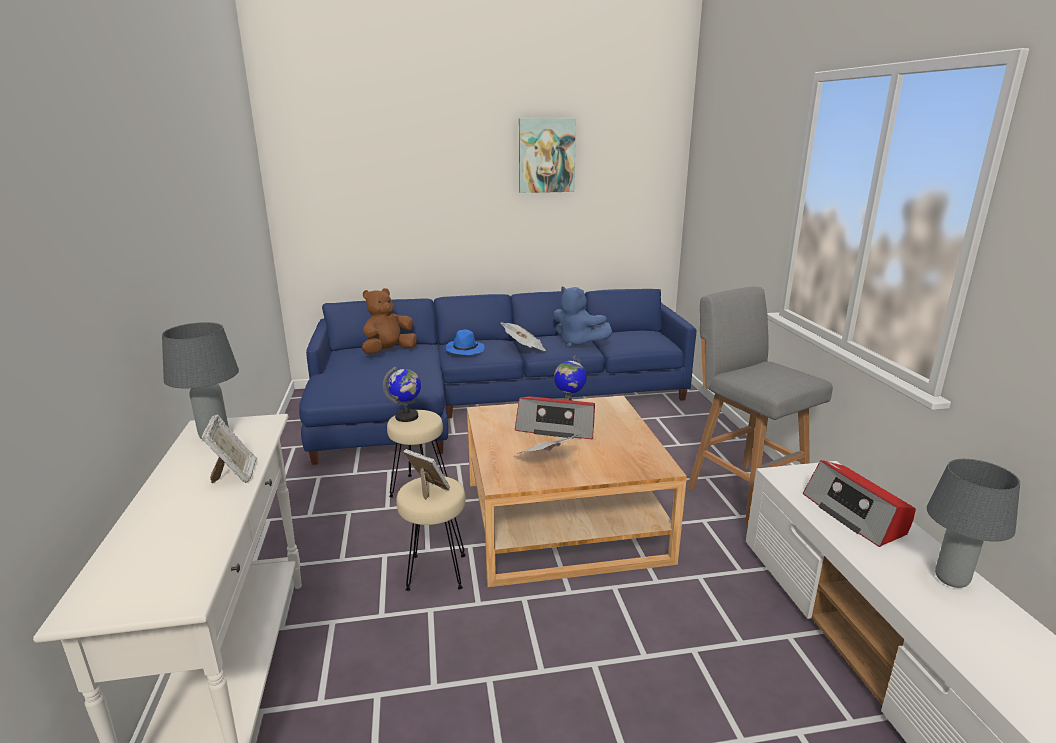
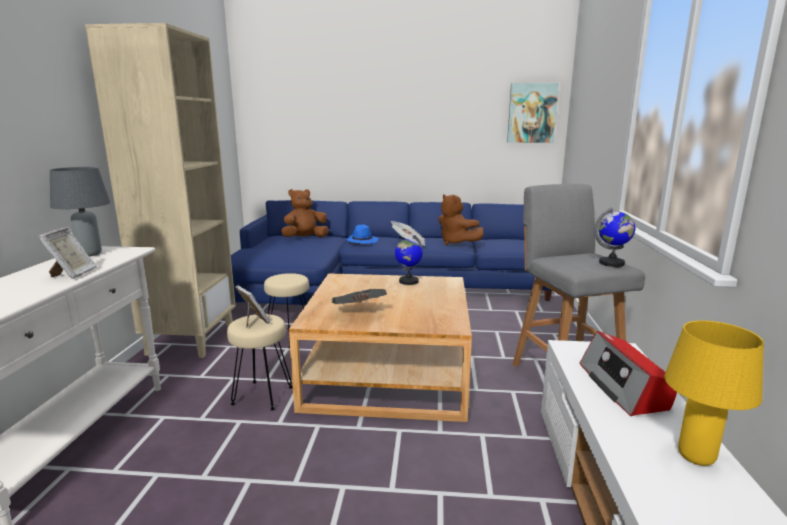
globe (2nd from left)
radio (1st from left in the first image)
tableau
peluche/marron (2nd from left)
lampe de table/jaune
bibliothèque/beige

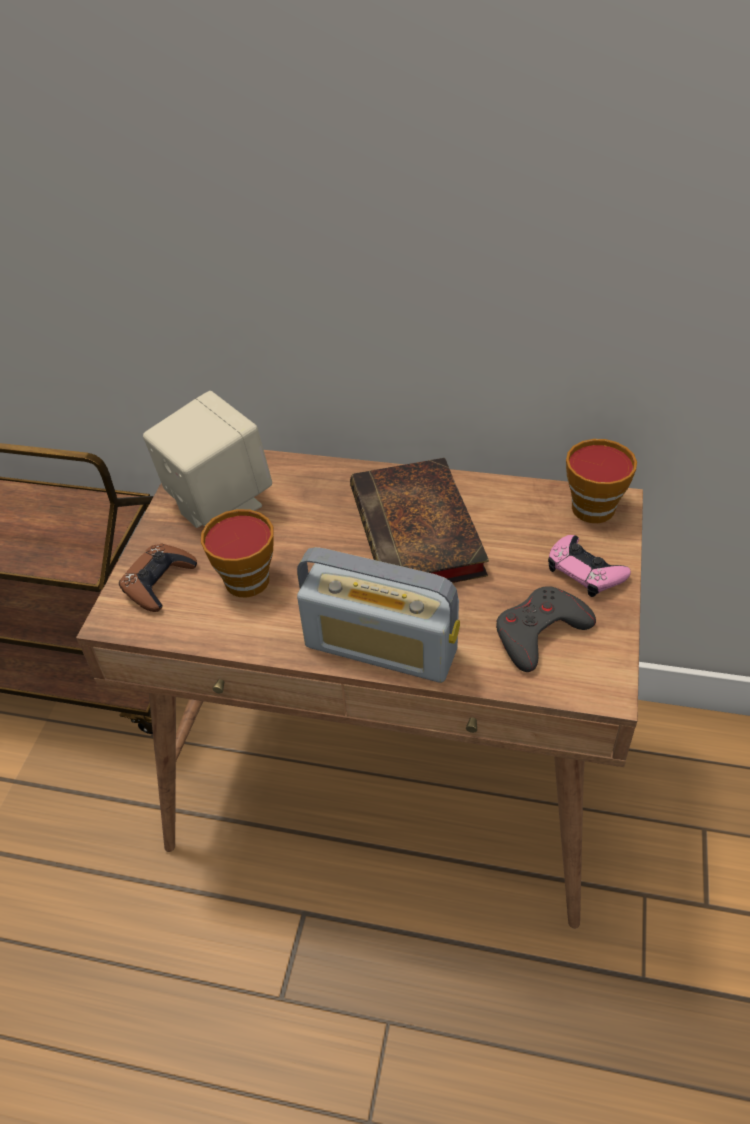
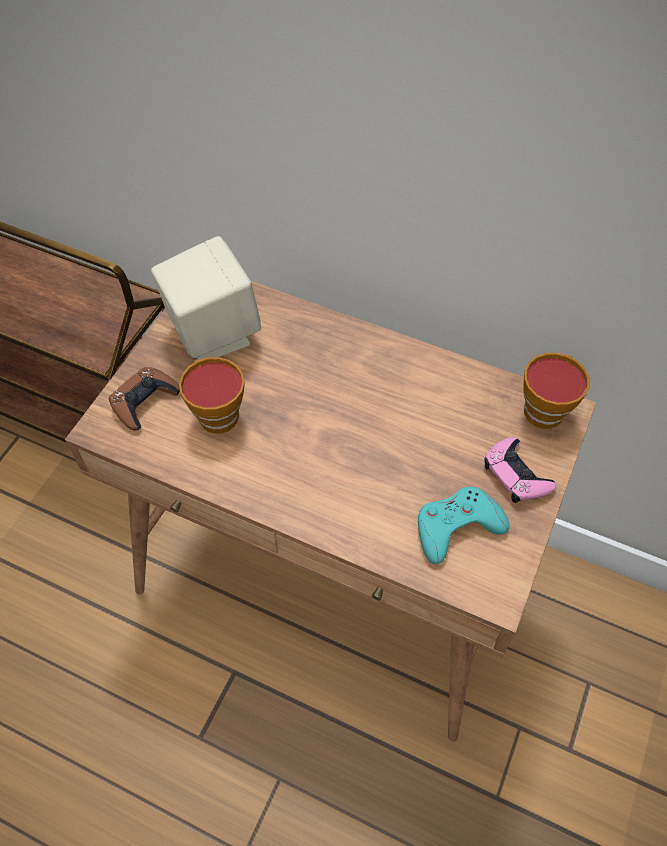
radio
livre
manette/turquoise

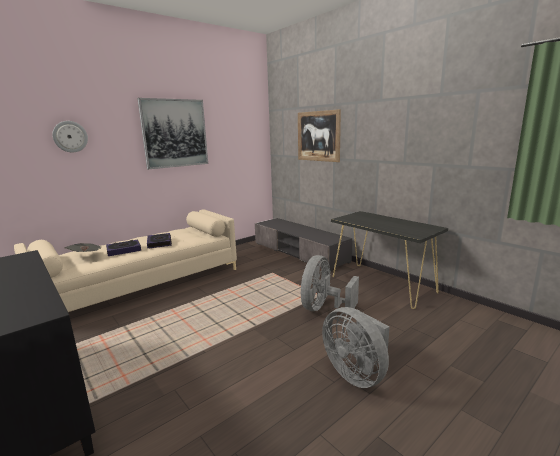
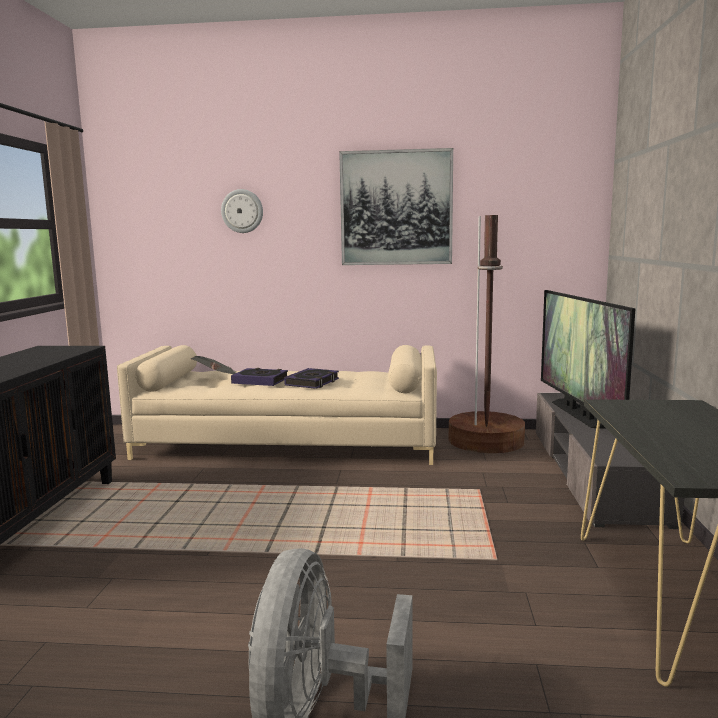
tableau (2nd from left in the first image)
ventilateur/gris (1st from left in the first image)
lampadaire/marron
téléviseur

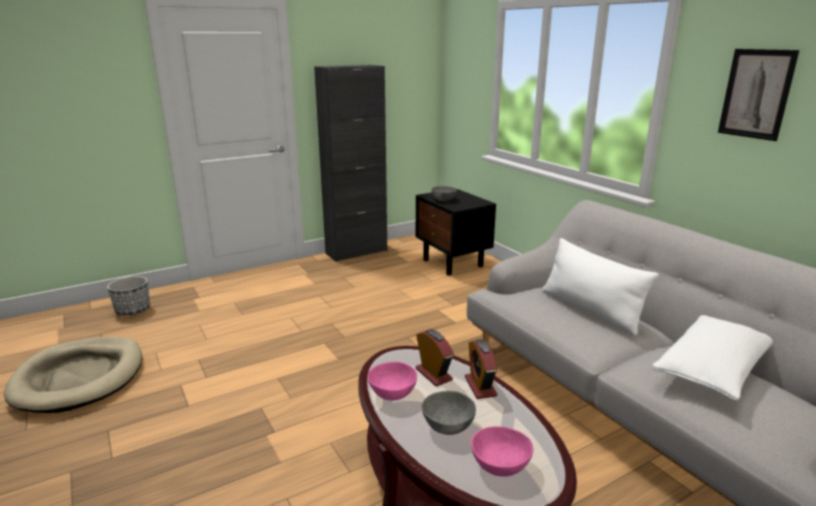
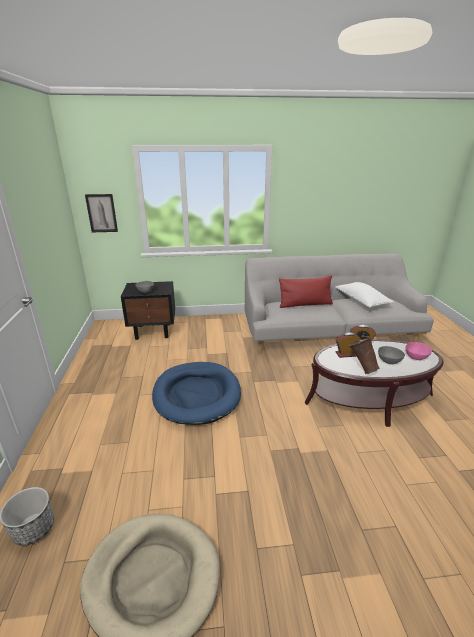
meuble de rangement/noir
vase/marron
coussin/rouge
tableau
panier pour chien/bleu

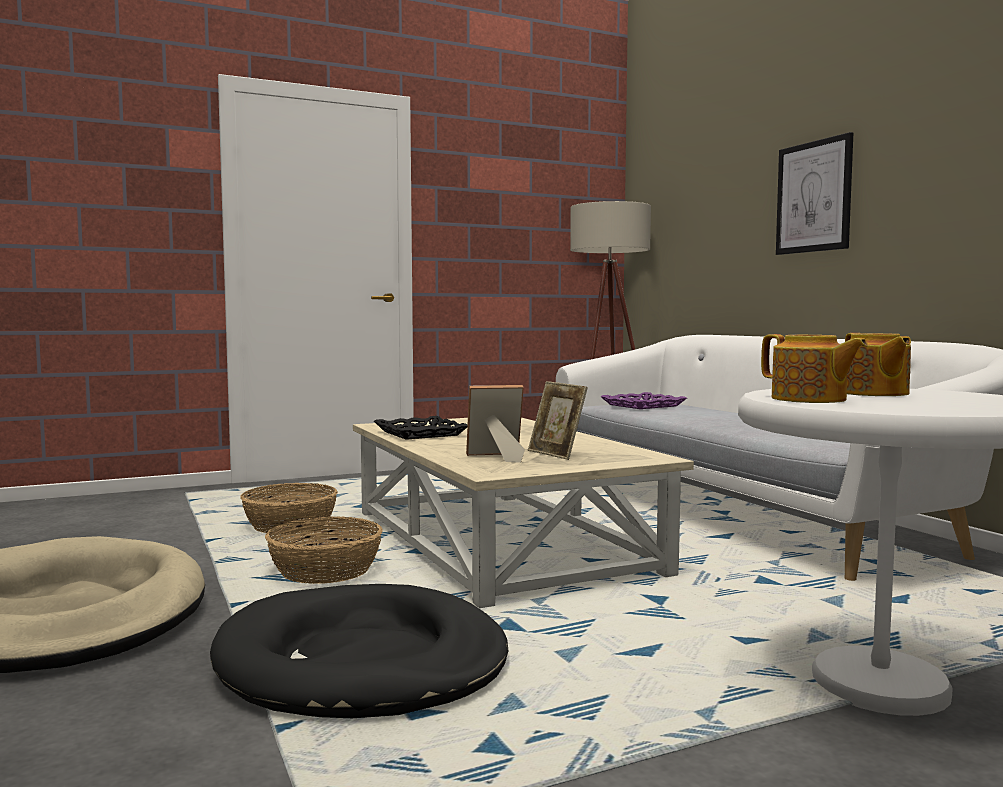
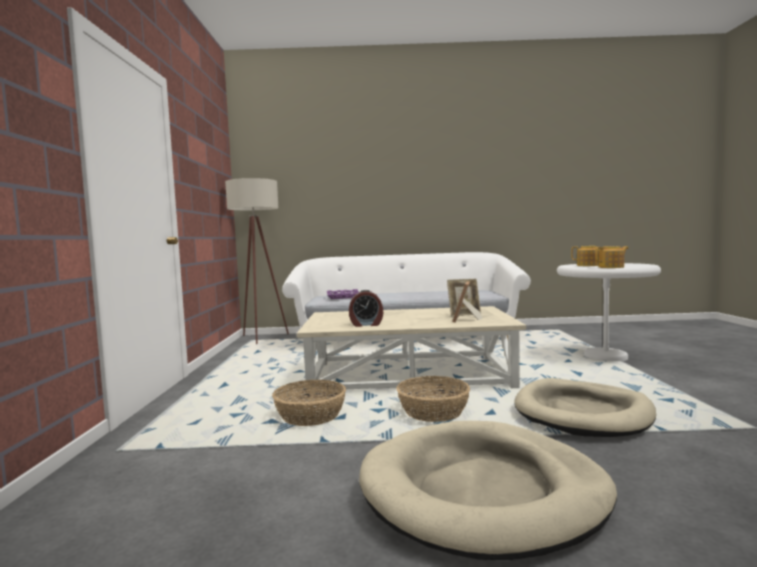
panier pour chien/beige (2nd from left)
réveil
tableau

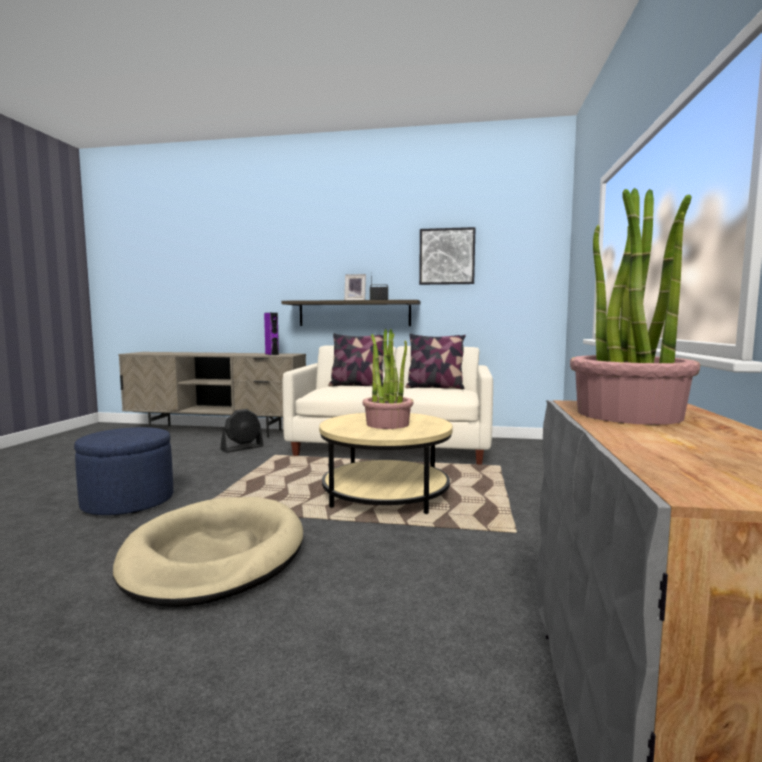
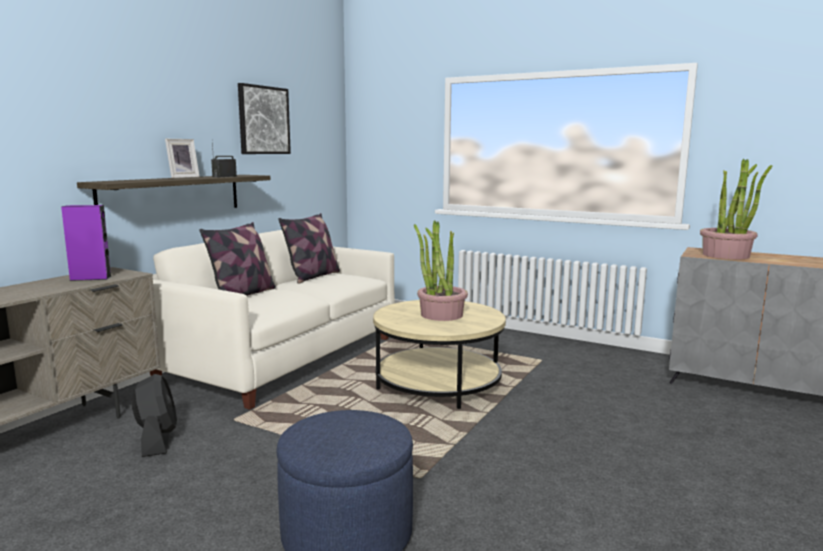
panier pour chien/beige

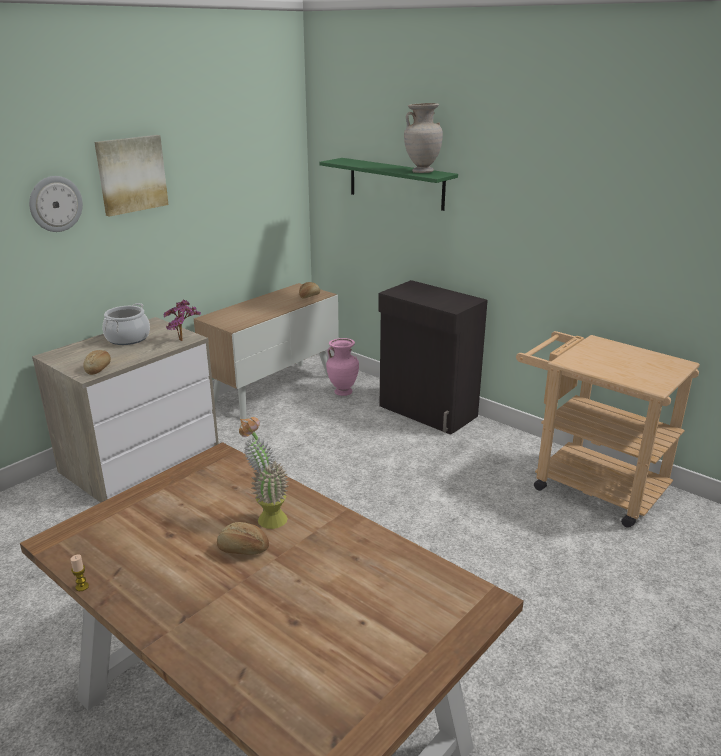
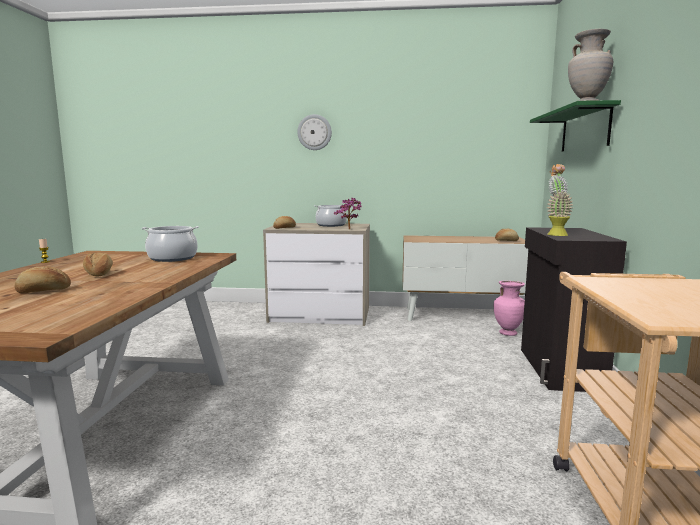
tableau
plante en pot (2nd from left)
pain (1st from left)
marmite (1st from left)

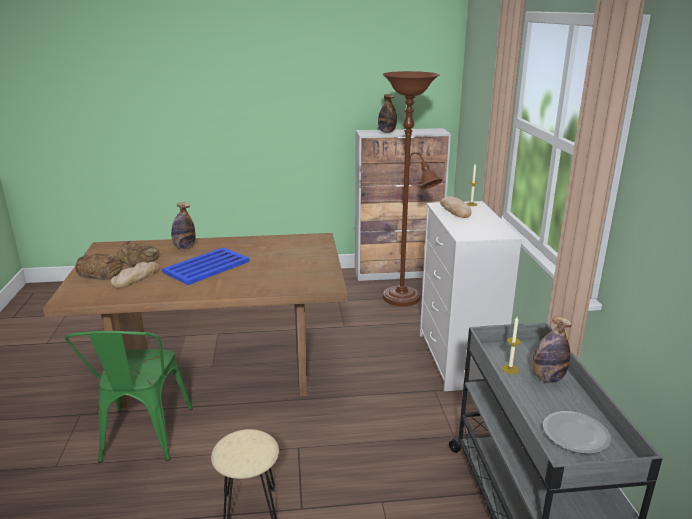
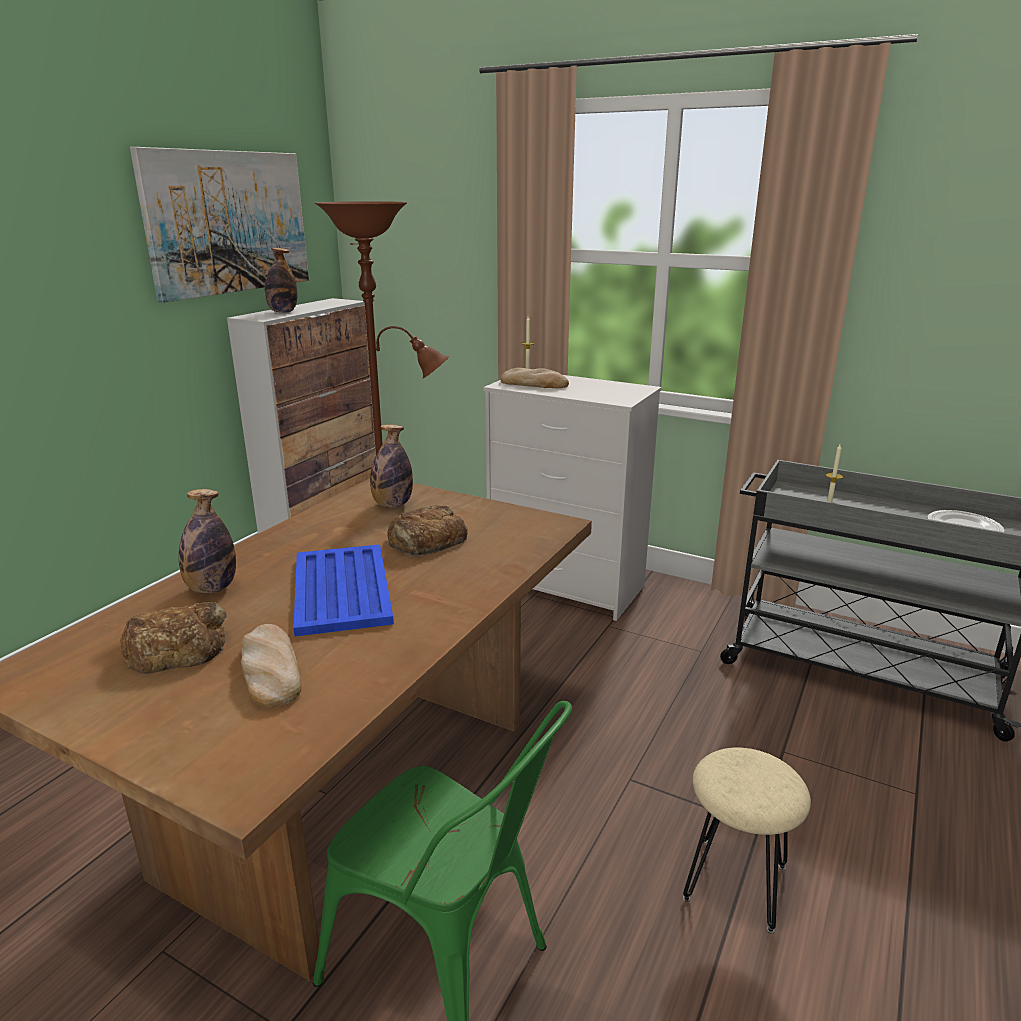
pain (3rd from left)
bouteille (3rd from left)
tableau

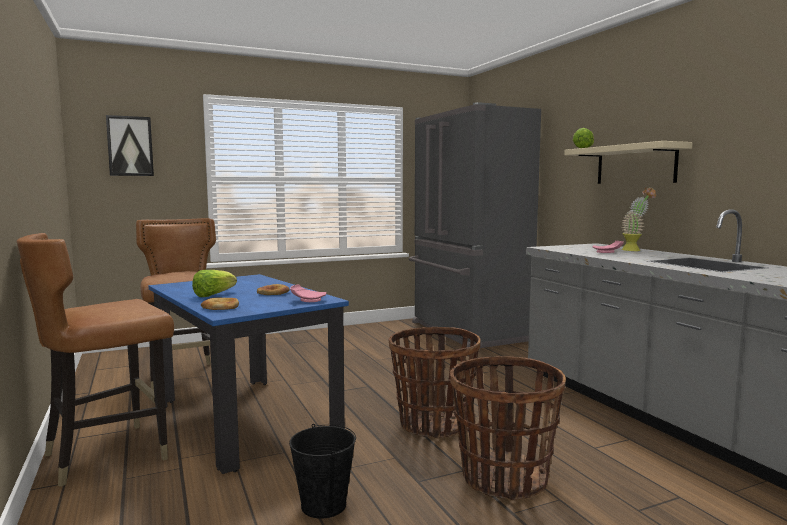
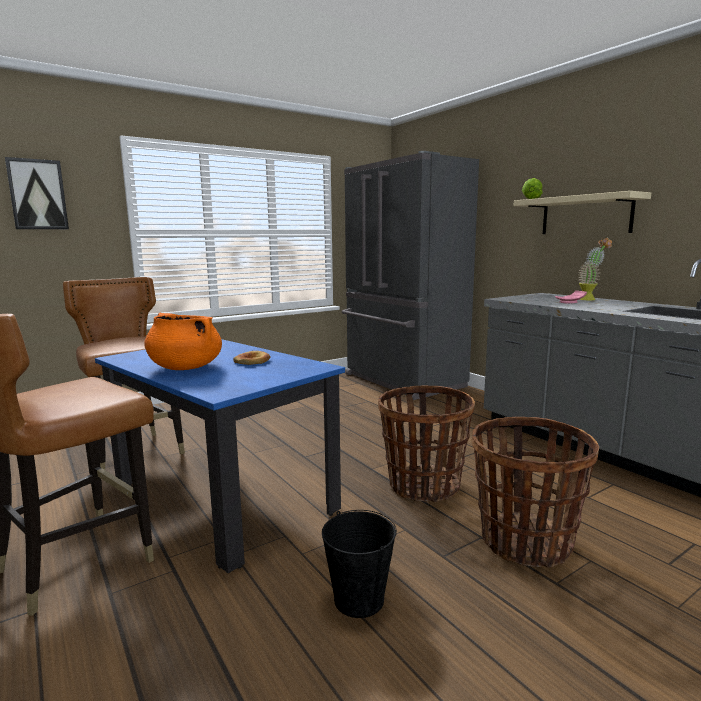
marmite/orange
pain (1st from left in the first image)
assiette/rose (1st from left in the first image)

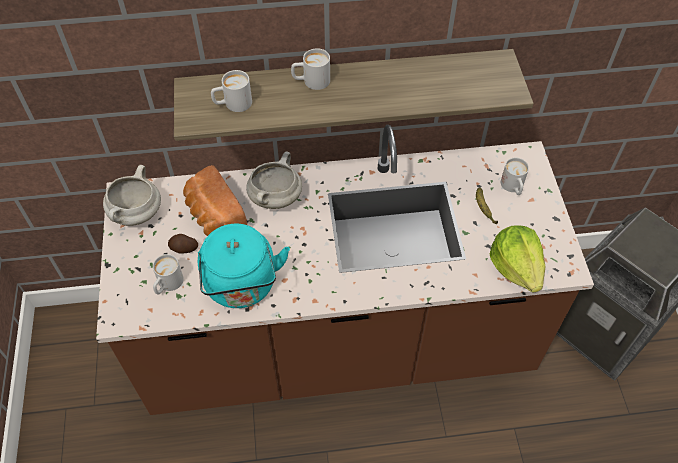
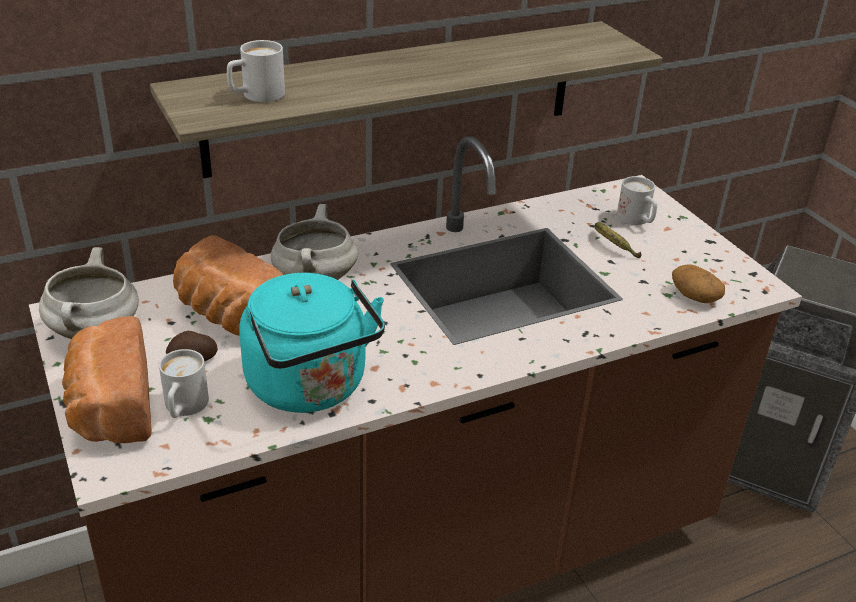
mug/blanc (3rd from left in the first image)
pomme de terre (2nd from left)
pain (1st from left)

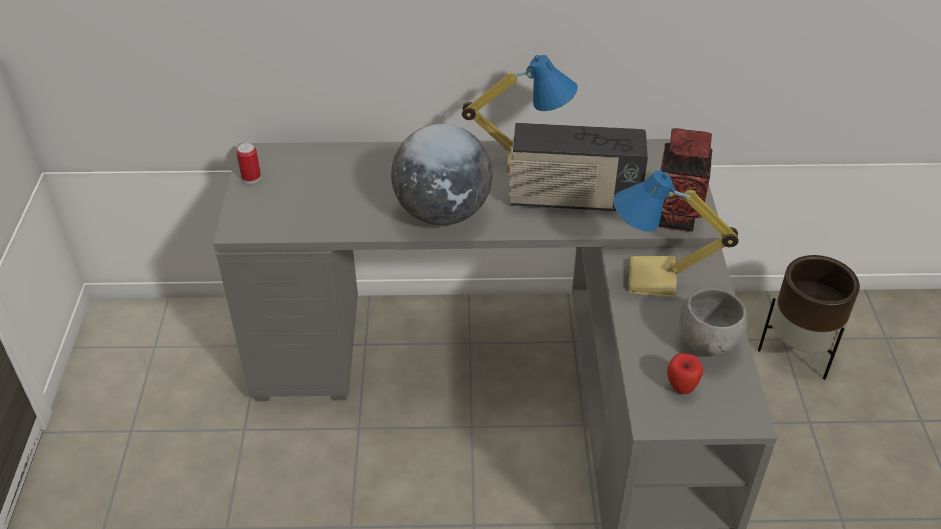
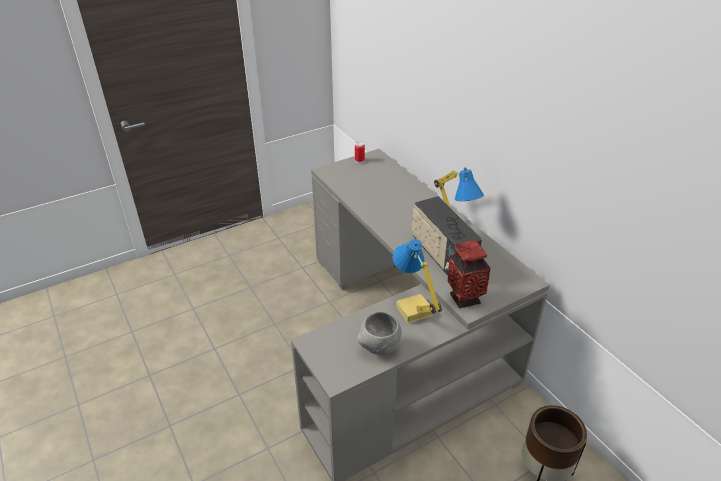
globe
pomme

